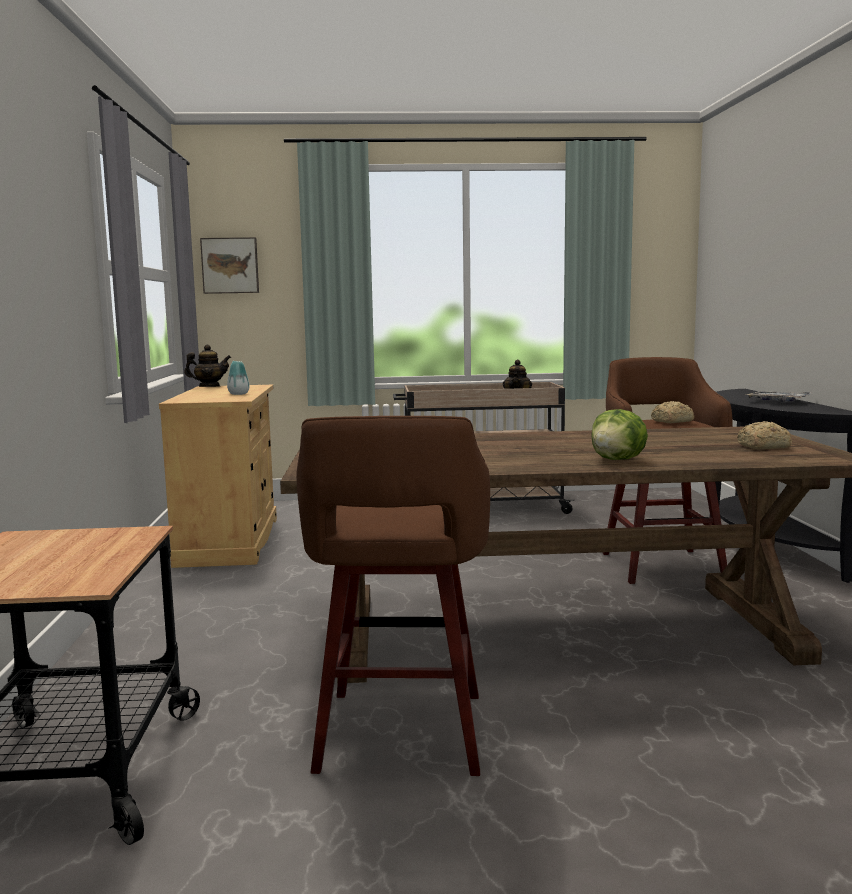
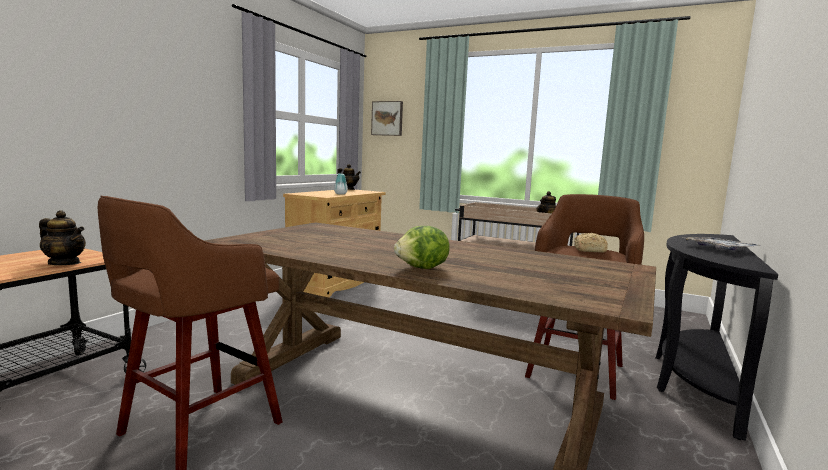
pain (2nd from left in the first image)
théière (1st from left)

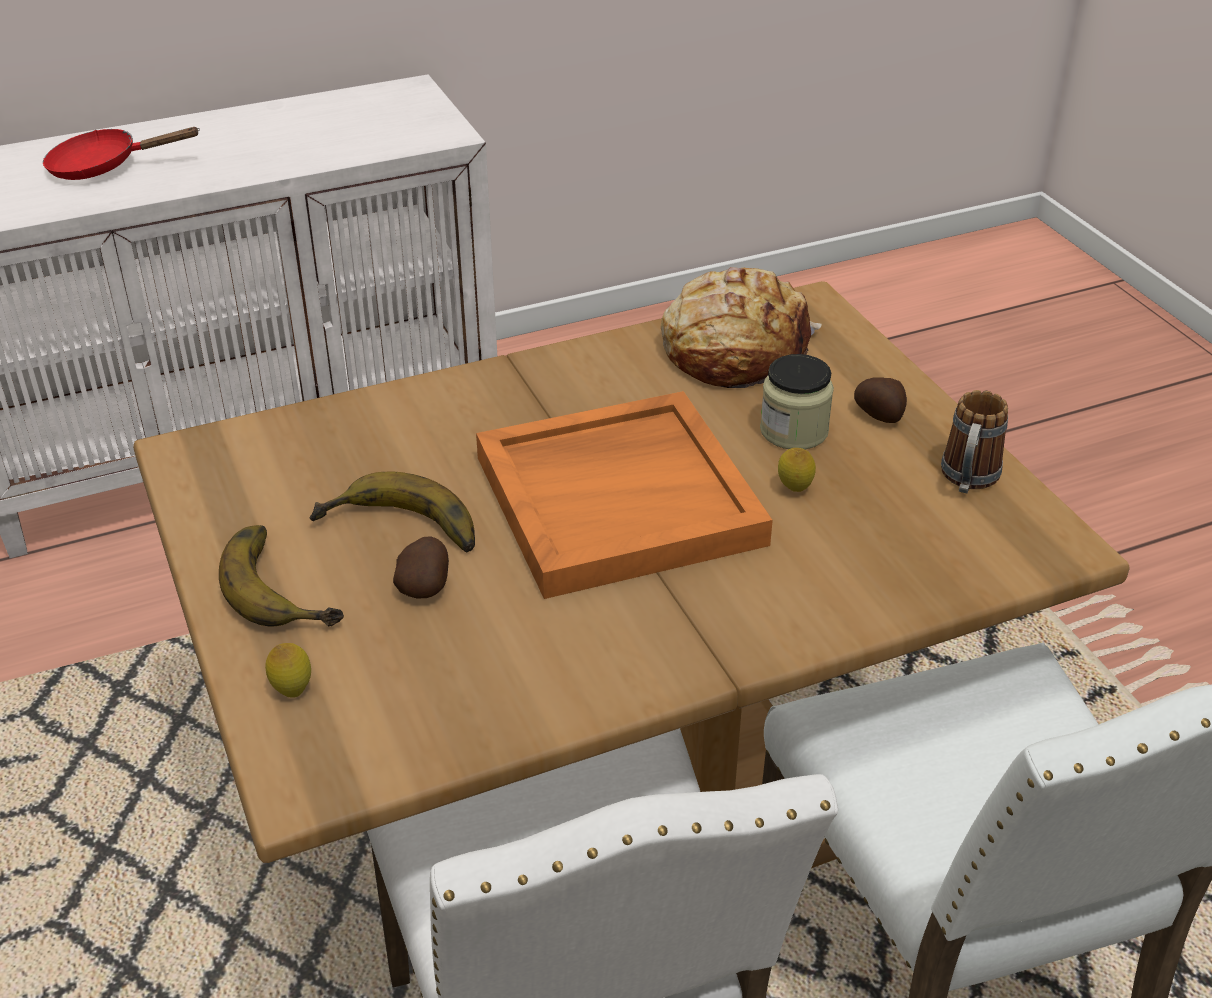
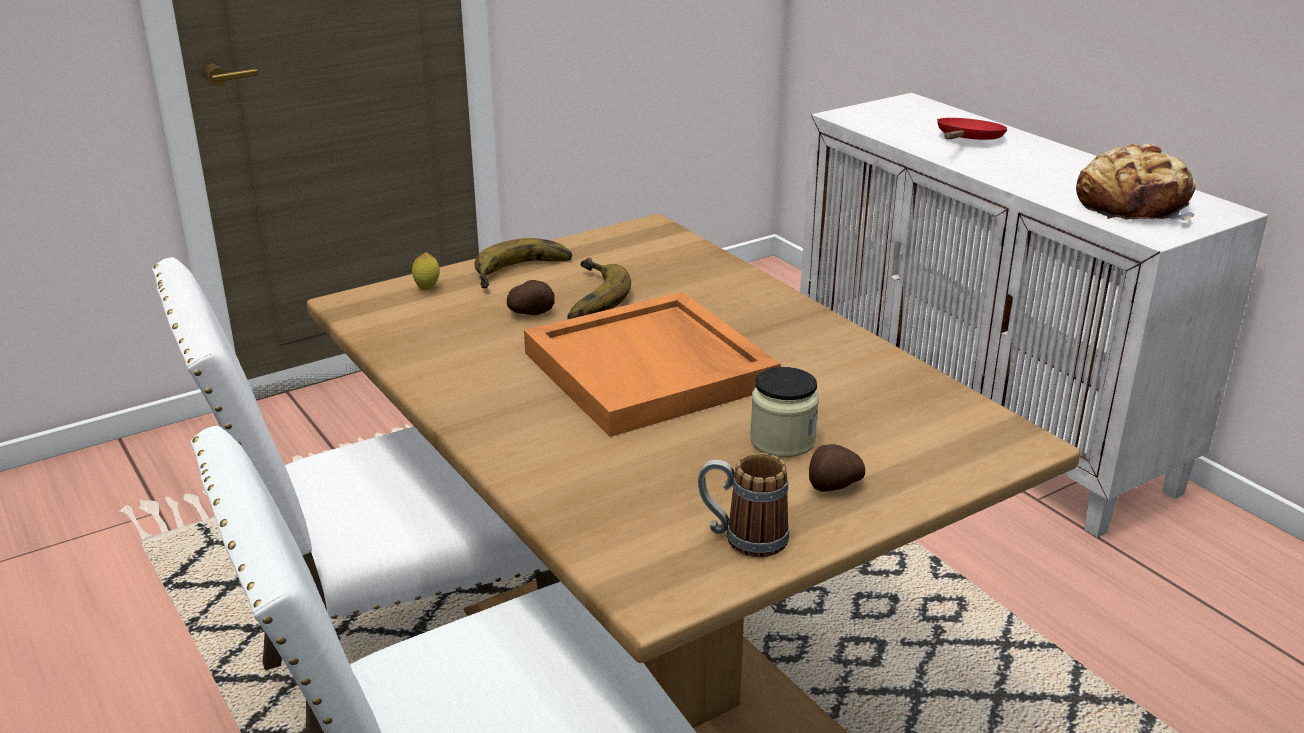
poêle/rouge
pain
citron (2nd from left in the first image)

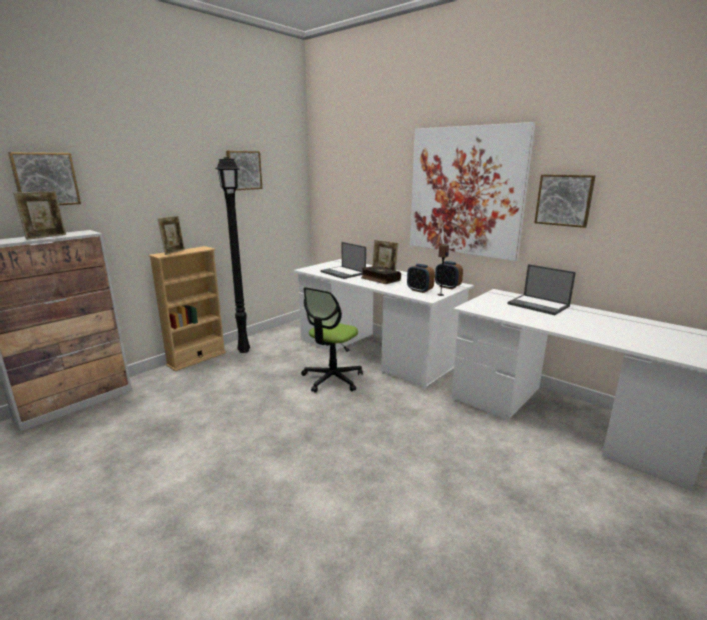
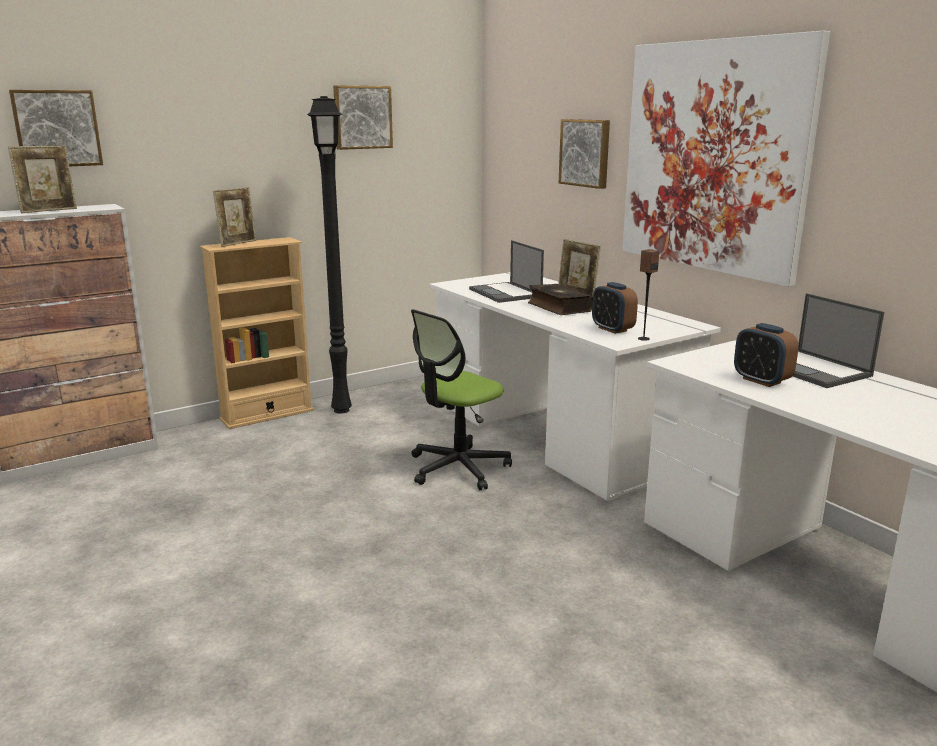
réveil (2nd from left)
tableau (3rd from left)

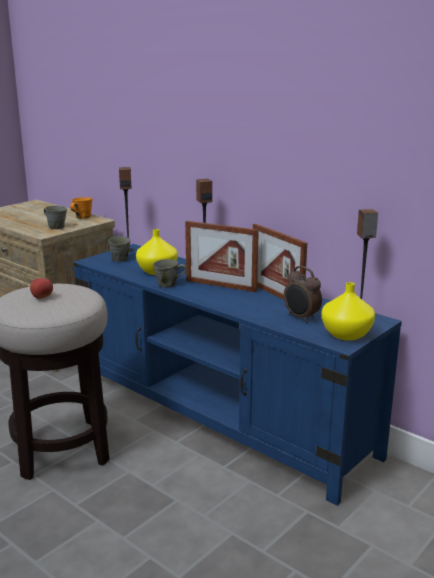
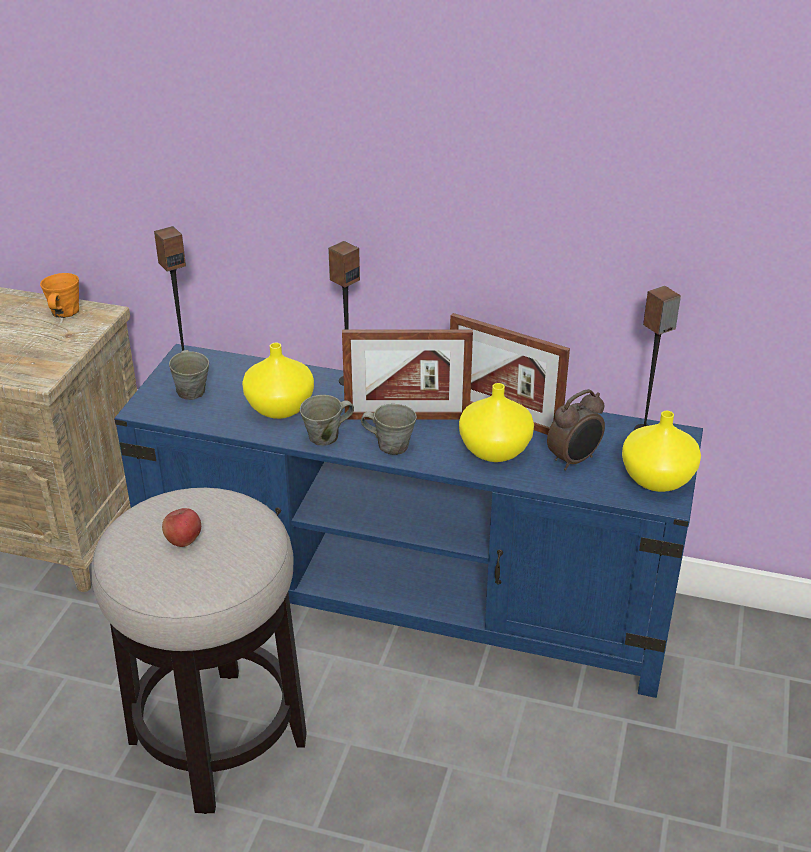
mug/gris (3rd from left)
réveil
vase/jaune (2nd from left)

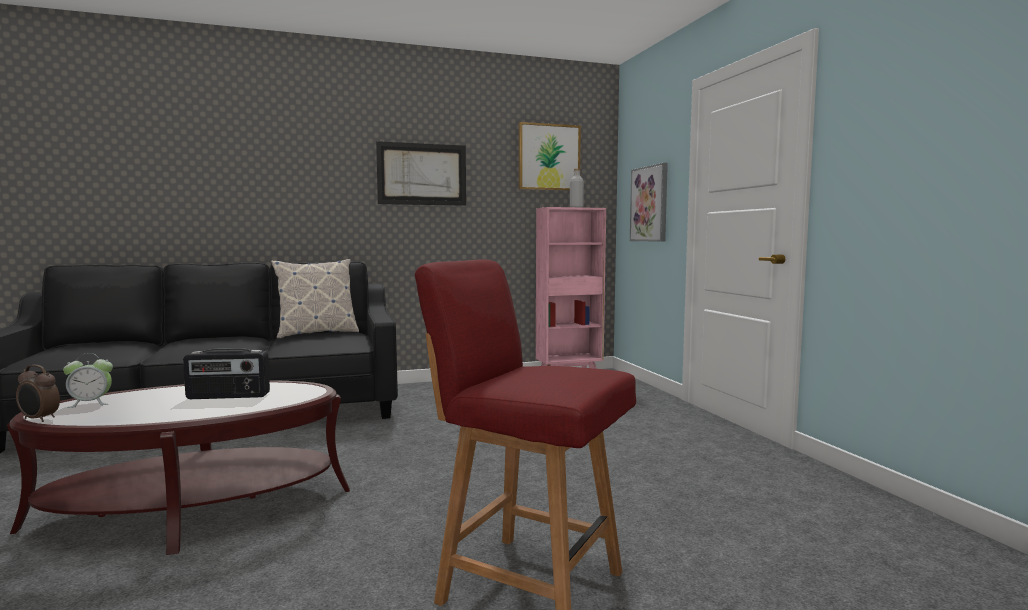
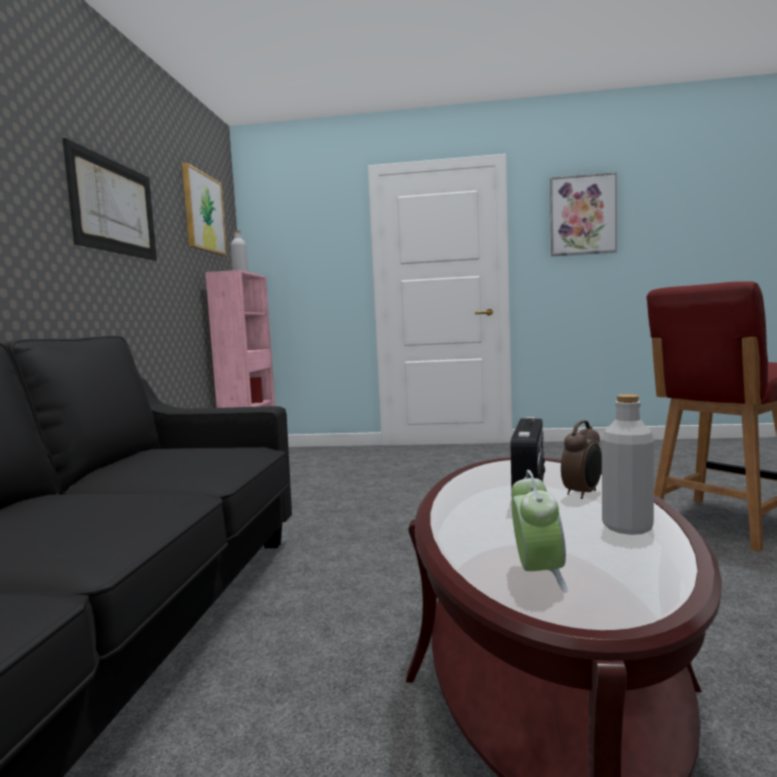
réveil (2nd from left)
coussin
tableau (3rd from left)
bouteille/gris (2nd from left)

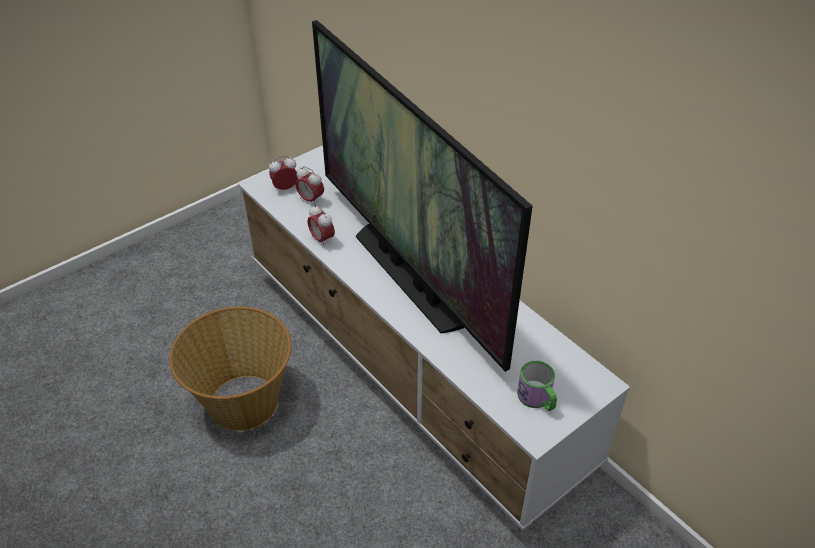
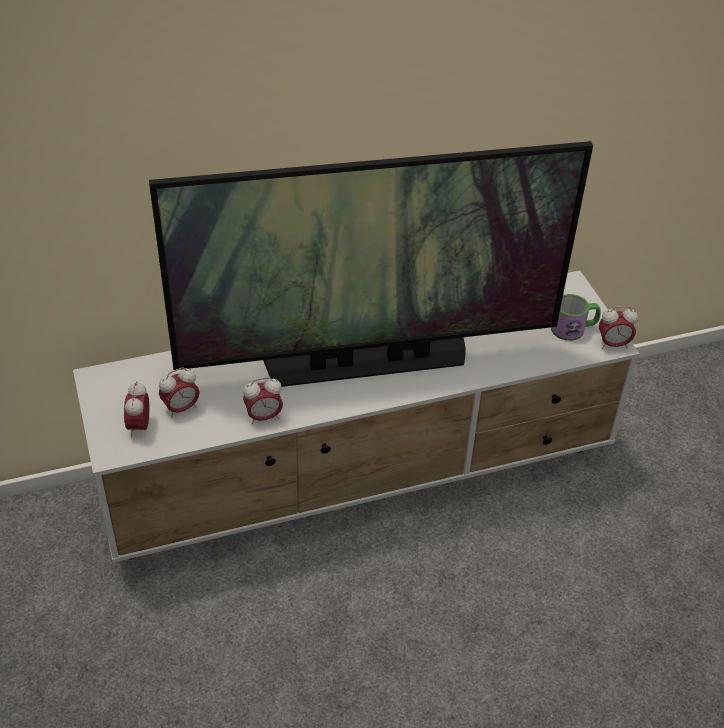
panier
réveil (4th from left)

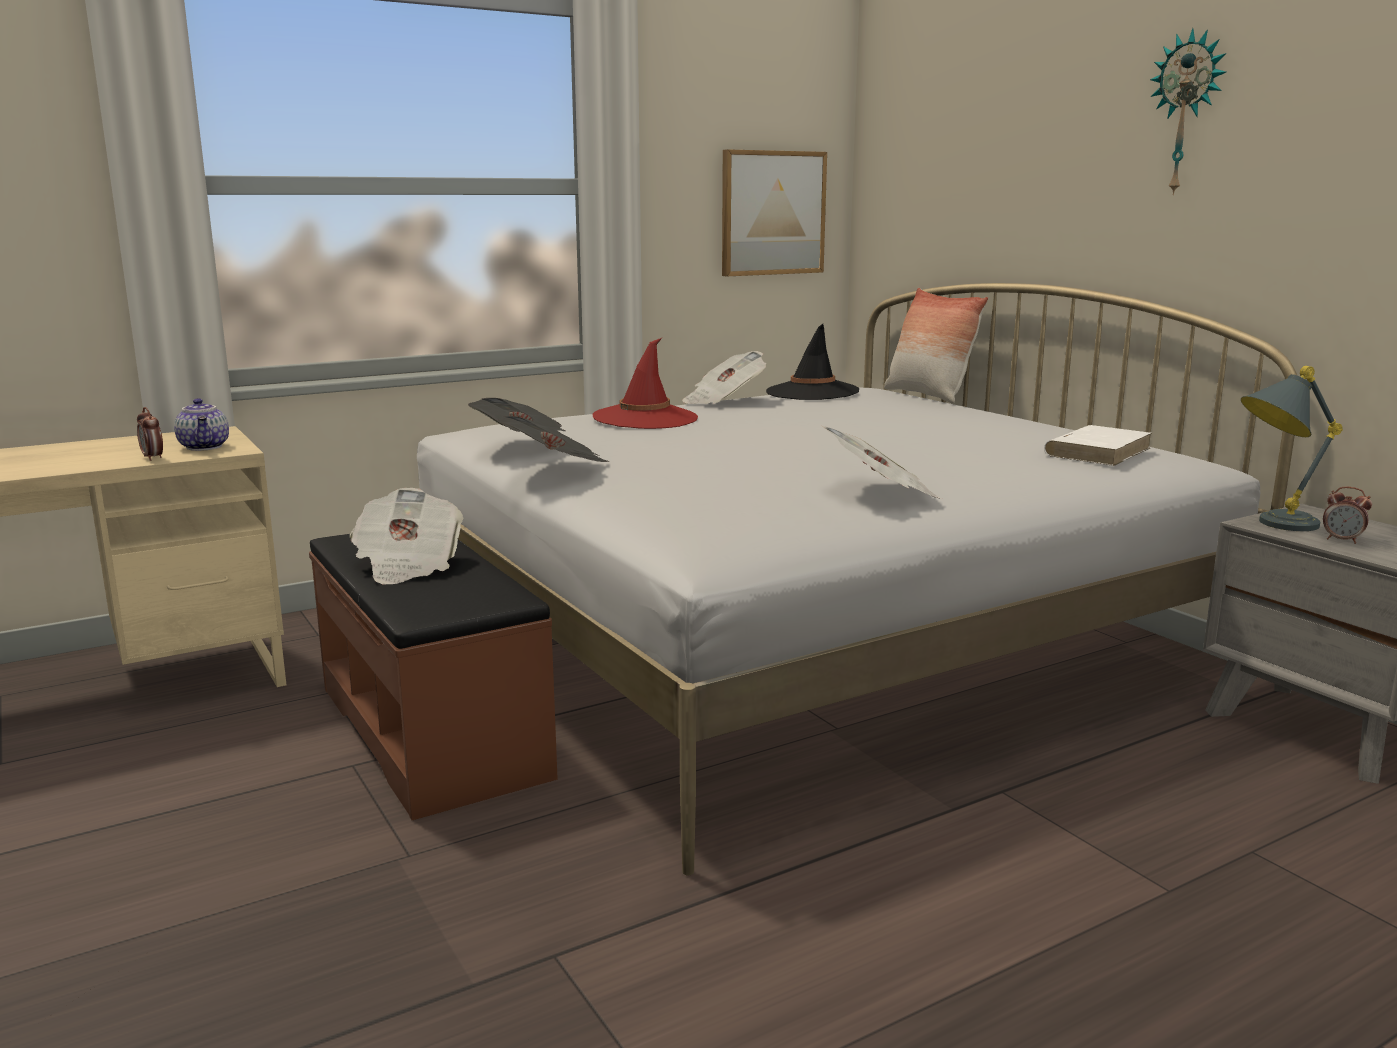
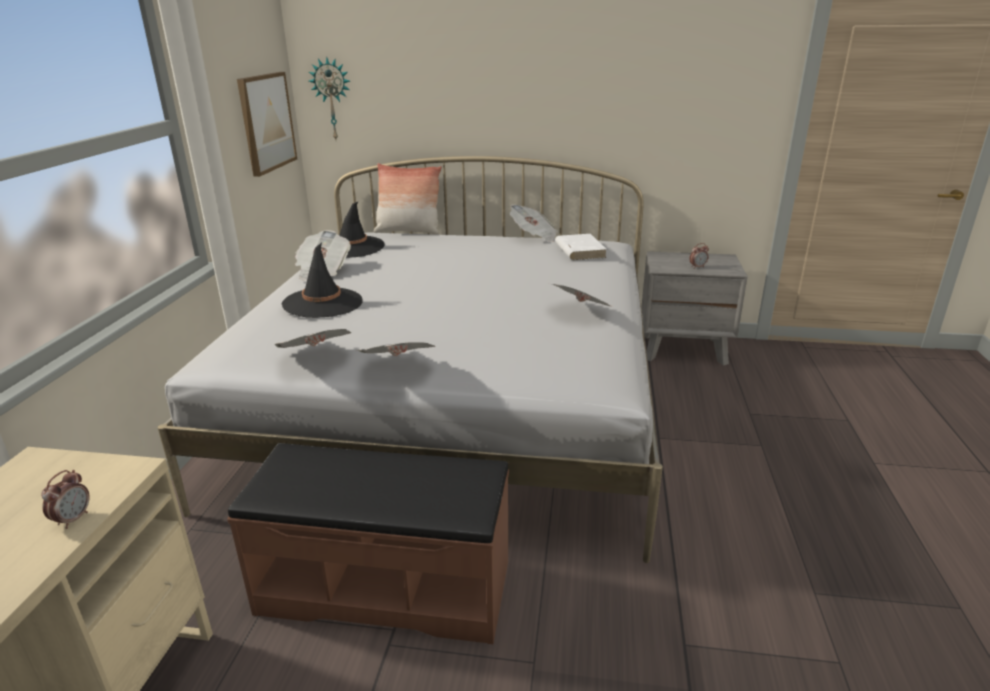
réveil (1st from left)
théière
journal (4th from left)
chapeau/noir (1st from left)
horloge murale
lampe de table/gris

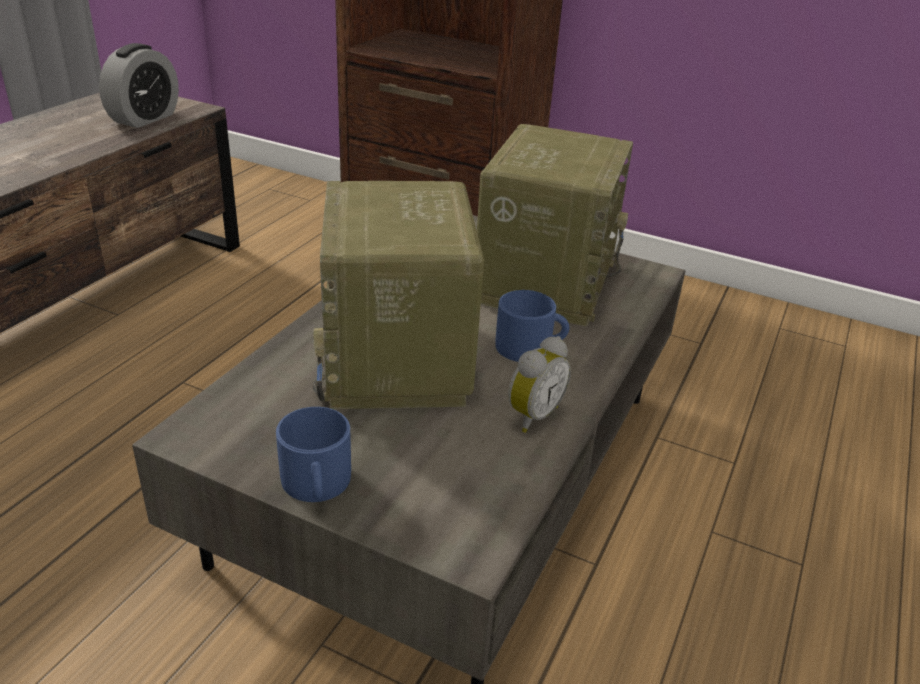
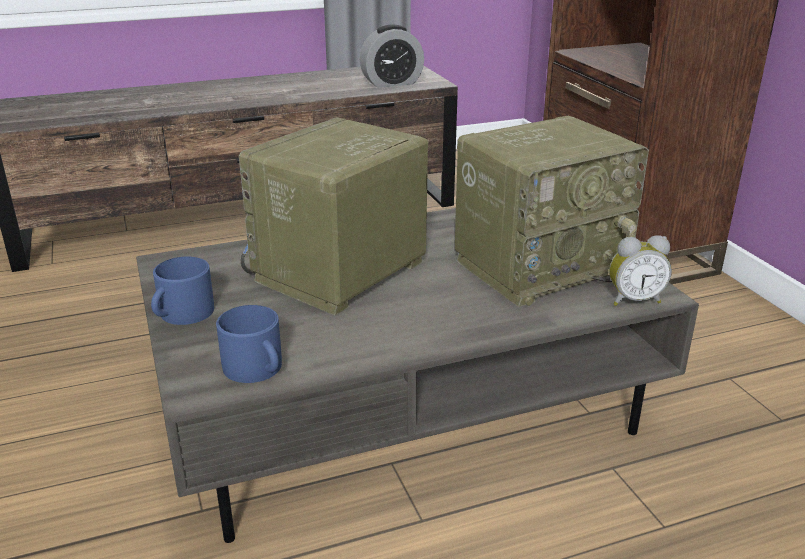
mug/bleu (2nd from left)
réveil (2nd from left)

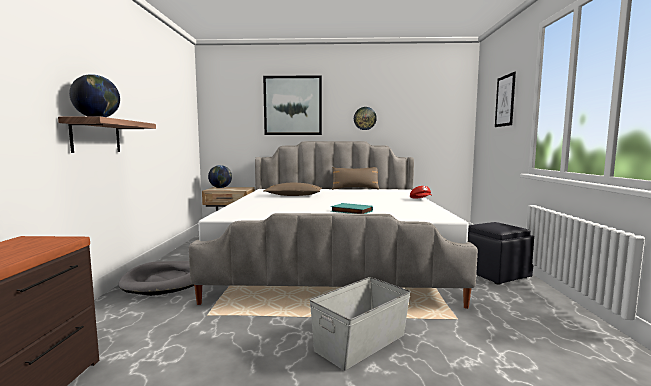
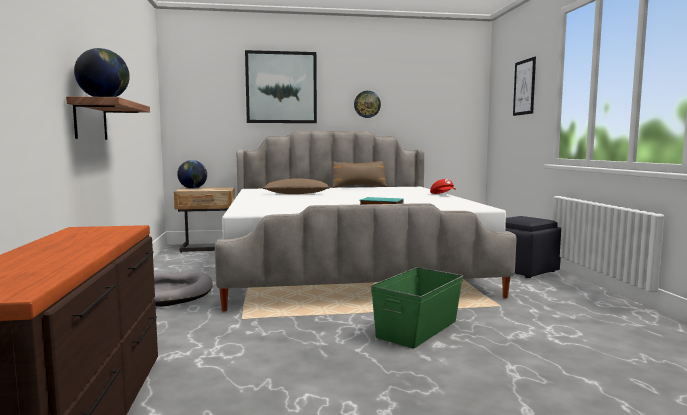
boîte de rangement/vert

